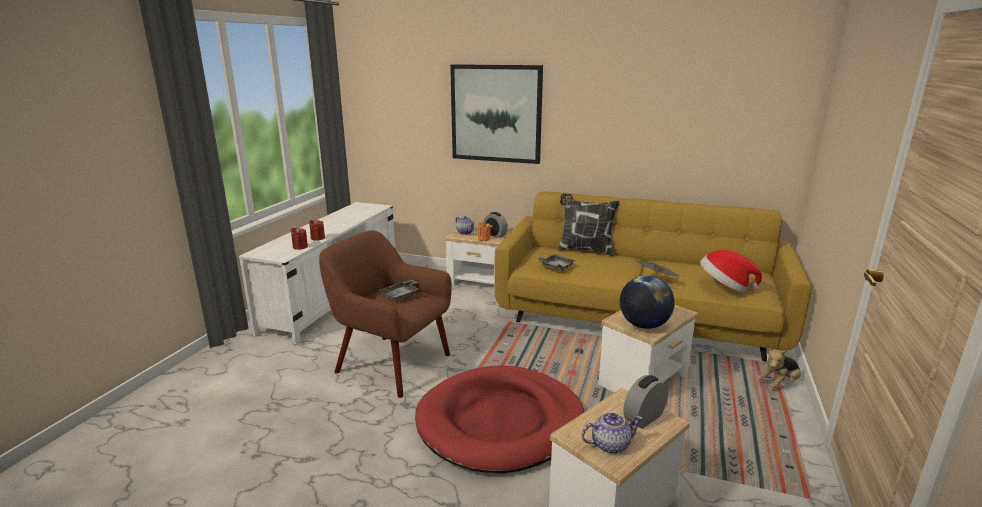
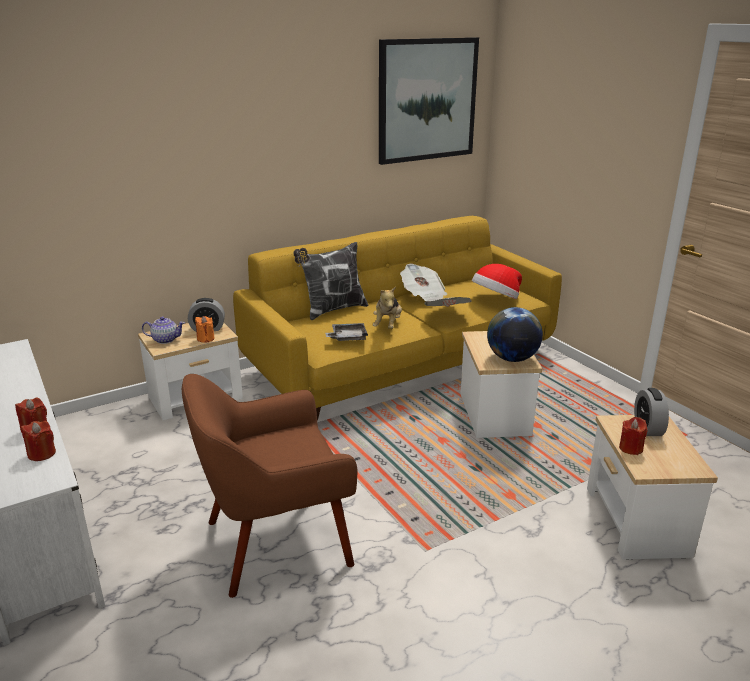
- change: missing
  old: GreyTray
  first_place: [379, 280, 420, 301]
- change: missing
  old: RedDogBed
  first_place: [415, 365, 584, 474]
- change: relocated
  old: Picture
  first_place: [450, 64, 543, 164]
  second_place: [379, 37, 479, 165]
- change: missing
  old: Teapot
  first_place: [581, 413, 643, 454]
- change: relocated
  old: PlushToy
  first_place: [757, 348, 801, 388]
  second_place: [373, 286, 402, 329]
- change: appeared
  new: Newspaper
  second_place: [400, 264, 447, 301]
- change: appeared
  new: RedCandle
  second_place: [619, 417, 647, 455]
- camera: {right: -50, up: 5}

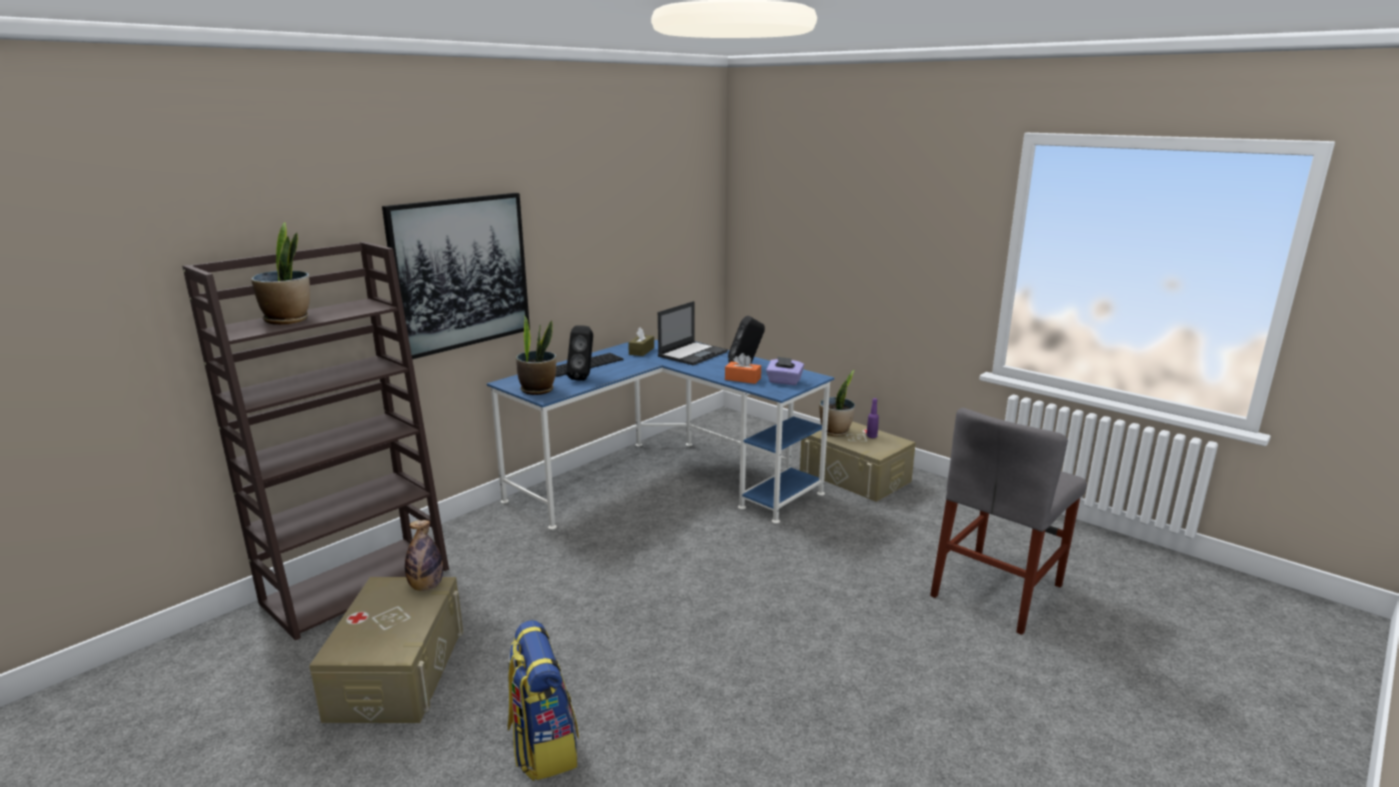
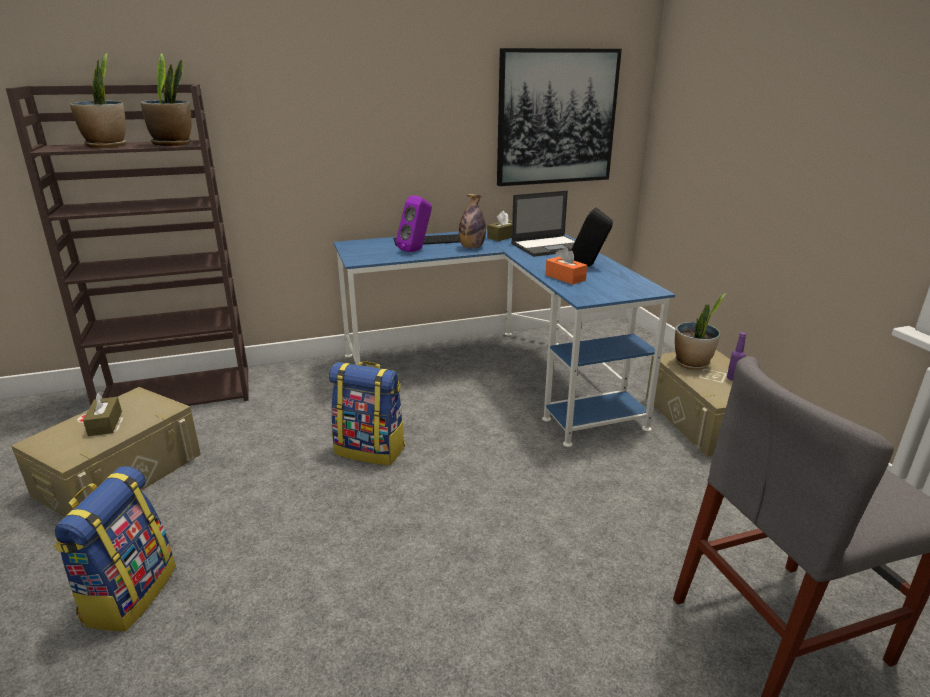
- change: relocated
  old: Picture
  first_place: [382, 193, 530, 359]
  second_place: [497, 48, 622, 186]
- change: relocated
  old: Bottle
  first_place: [405, 520, 443, 591]
  second_place: [459, 194, 486, 248]
- change: relocated
  old: PottedPlant
  first_place: [516, 315, 556, 395]
  second_place: [141, 53, 192, 146]
- change: colour
  old: BlackSpeaker
  new: PurpleSpeaker
  first_place: [566, 325, 593, 381]
  second_place: [396, 195, 432, 252]
- change: missing
  old: PurpleTissueBox
  first_place: [766, 356, 804, 385]
- change: appeared
  new: BrownTissueBox
  second_place: [83, 391, 122, 436]
- change: appeared
  new: Backpack
  second_place: [329, 361, 405, 465]
- camera: {right: 30, up: 5}

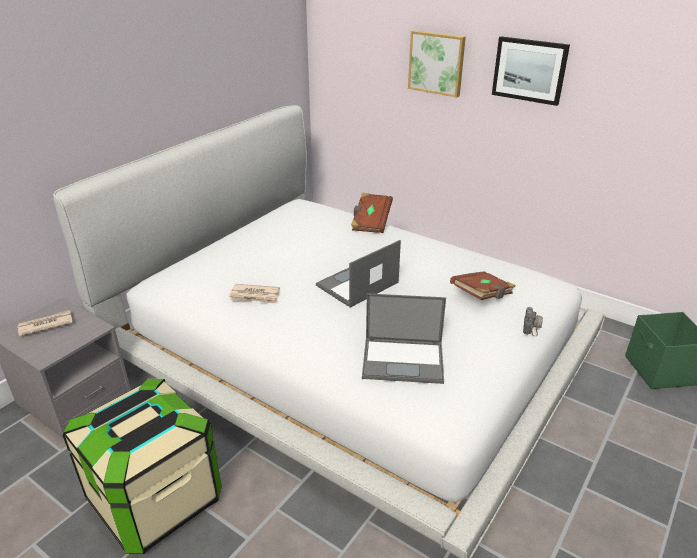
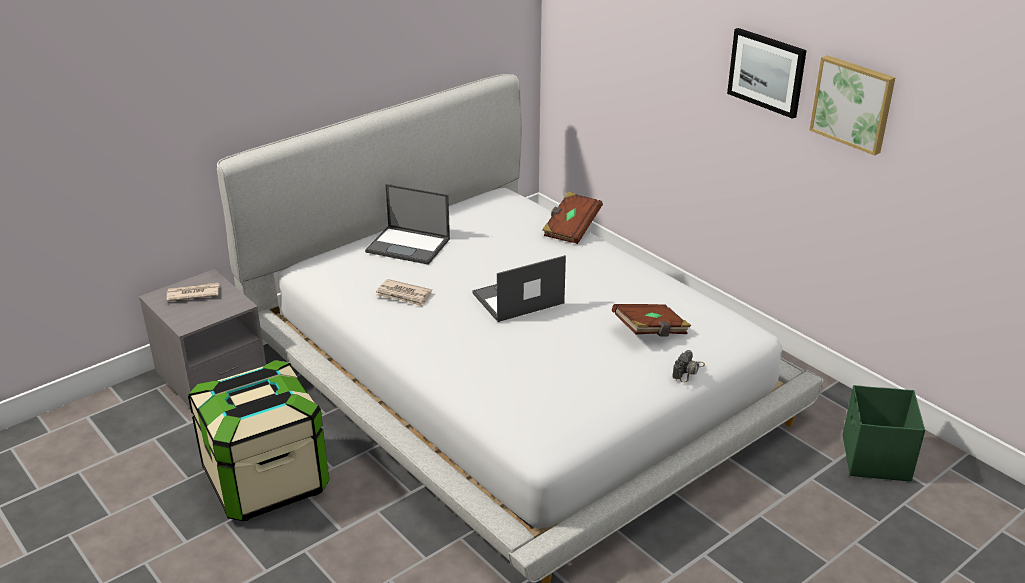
- change: relocated
  old: Laptop
  first_place: [362, 293, 446, 384]
  second_place: [365, 184, 450, 265]
- change: relocated
  old: Picture
  first_place: [408, 30, 466, 98]
  second_place: [810, 55, 895, 156]
- camera: {right: 15, up: 0}

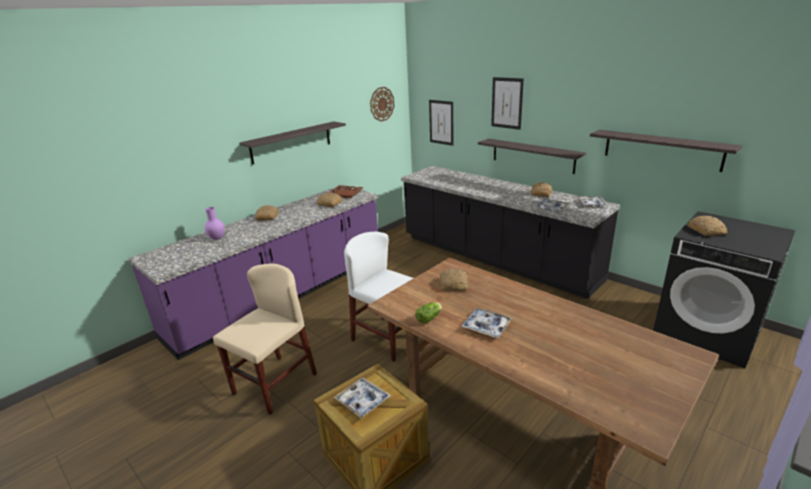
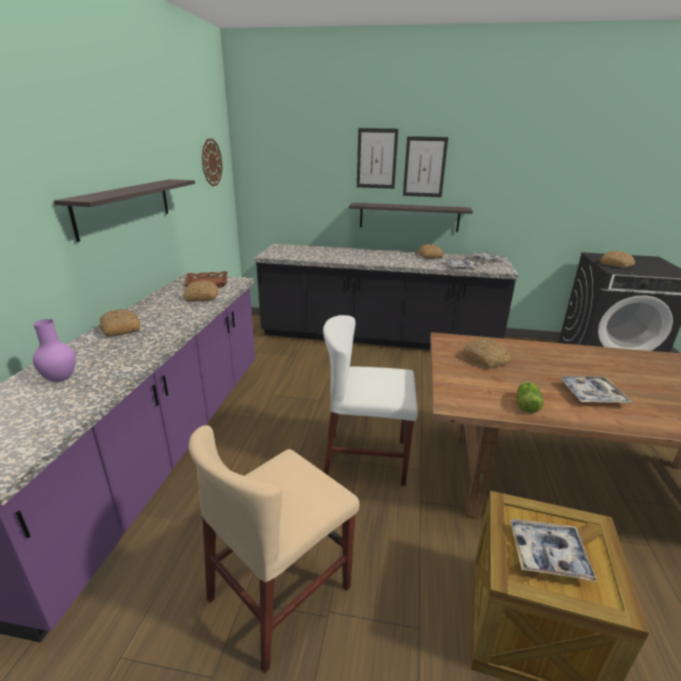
- change: spun
  old: BeigeChair
  first_place: [213, 263, 317, 415]
  second_place: [189, 425, 360, 673]
  degrees: -135
- change: relocated
  old: Picture
  first_place: [429, 100, 453, 146]
  second_place: [403, 136, 448, 197]
- change: missing
  old: Shelf
  first_place: [590, 130, 742, 172]
- camera: {right: -35, up: 0}

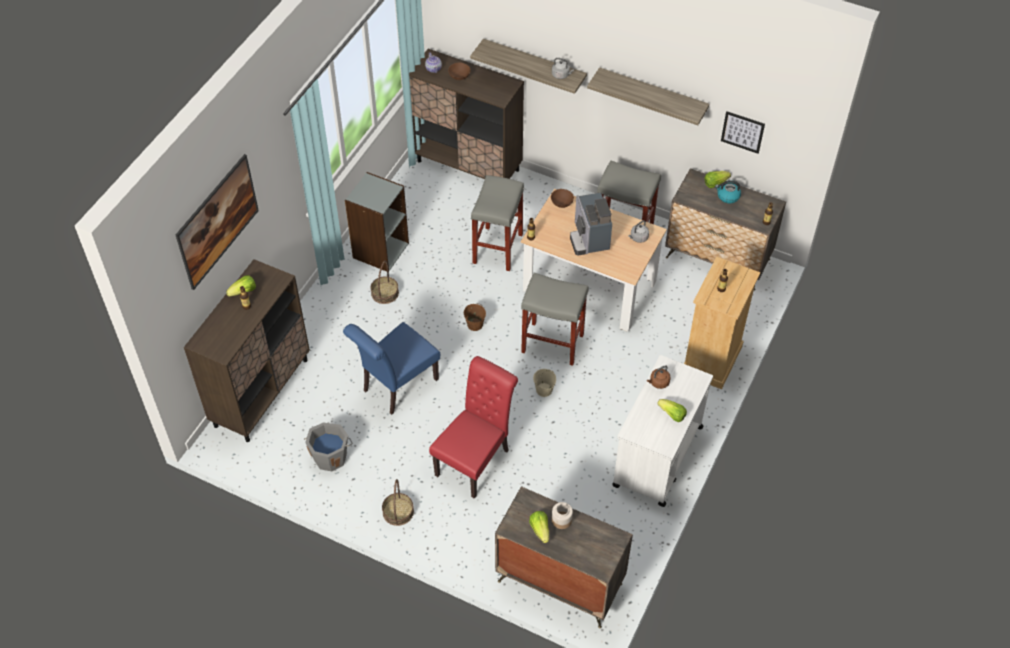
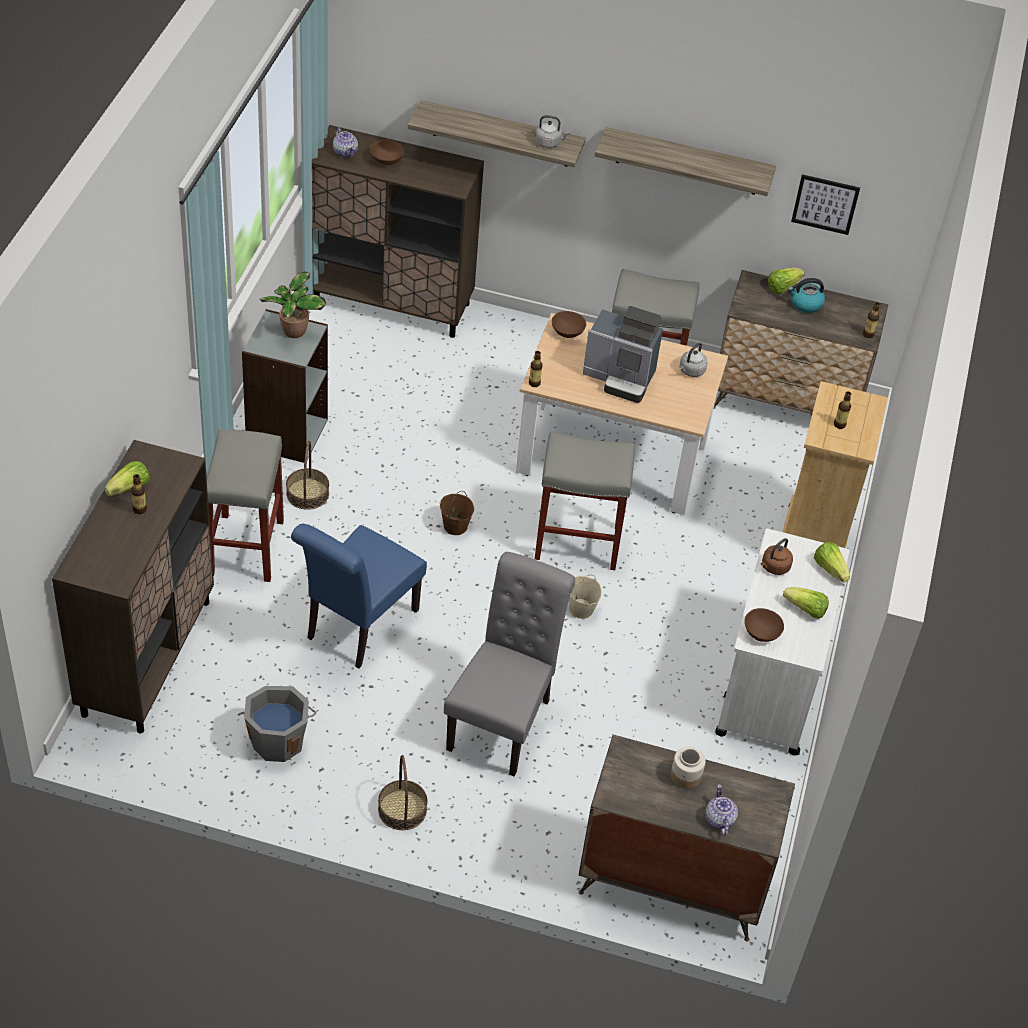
- change: missing
  old: Picture
  first_place: [176, 154, 259, 290]
- change: colour
  old: RedChair
  new: GreyChair
  first_place: [429, 356, 518, 499]
  second_place: [444, 552, 575, 777]
- change: relocated
  old: GreyStool
  first_place: [471, 175, 524, 271]
  second_place: [207, 429, 284, 582]
- change: relocated
  old: Lettuce
  first_place: [529, 511, 549, 543]
  second_place: [814, 542, 850, 582]
- change: spun
  old: CoffeeMachine
  first_place: [570, 193, 612, 255]
  second_place: [583, 306, 663, 403]
  degrees: -45
- change: appeared
  new: PottedPlant
  second_place: [260, 272, 326, 338]
- change: appeared
  new: Teapot
  second_place: [705, 784, 738, 836]
- change: appeared
  new: BrownBowl
  second_place: [744, 608, 784, 642]
- camera: {right: -15, up: -5}

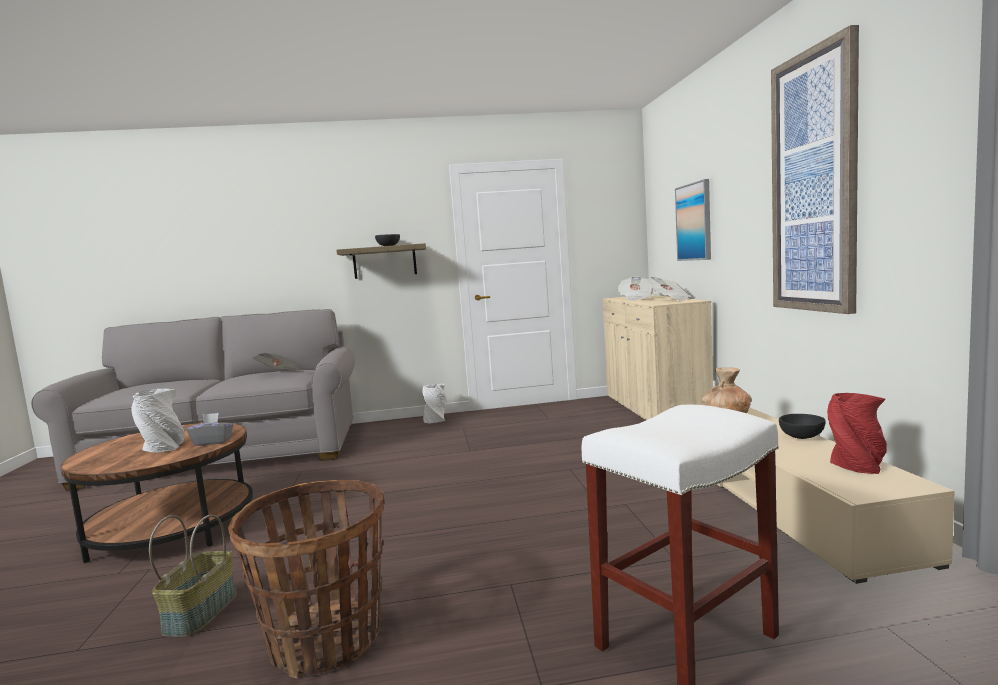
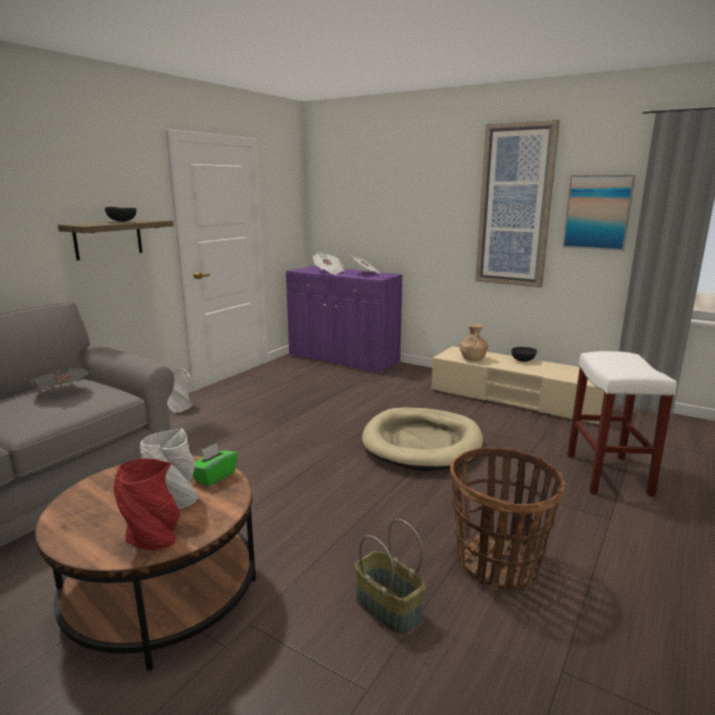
- change: colour
  old: GreyTissueBox
  new: GreenTissueBox
  first_place: [187, 413, 233, 446]
  second_place: [193, 443, 238, 486]
- change: colour
  old: BeigeCabinet
  new: PurpleCabinet
  first_place: [602, 295, 713, 420]
  second_place: [286, 266, 403, 374]
- change: relocated
  old: Picture
  first_place: [675, 179, 711, 261]
  second_place: [563, 175, 635, 251]
- change: relocated
  old: RedVase
  first_place: [827, 393, 887, 474]
  second_place: [113, 458, 180, 550]
- change: appeared
  new: BeigeDogBed
  second_place: [362, 408, 483, 471]
- camera: {right: -50, up: 10}

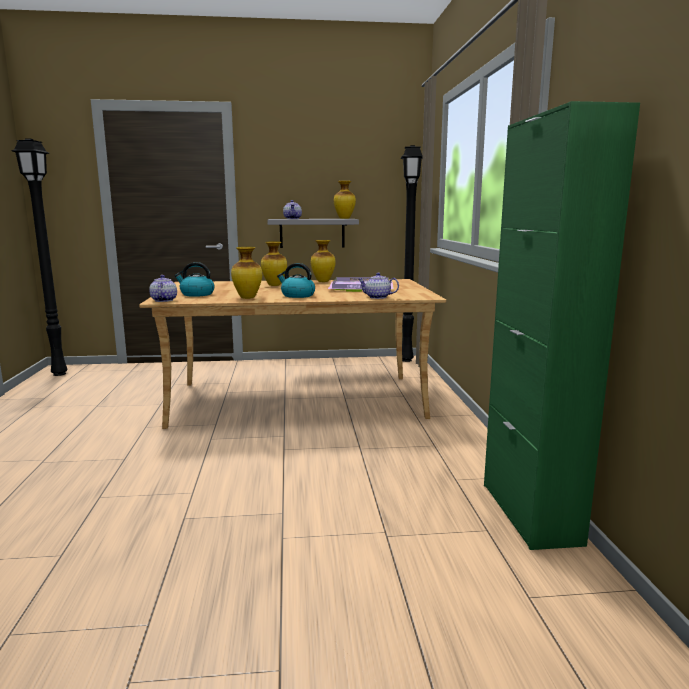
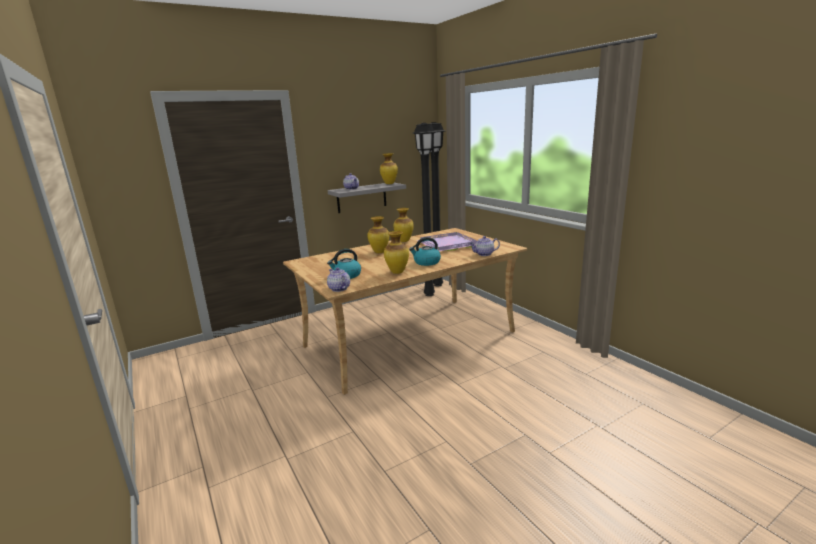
- change: relocated
  old: BlackFloorLamp
  first_place: [11, 138, 68, 376]
  second_place: [413, 123, 436, 296]
- change: missing
  old: GreenCabinet
  first_place: [484, 101, 640, 550]
- camera: {right: -25, up: 5}

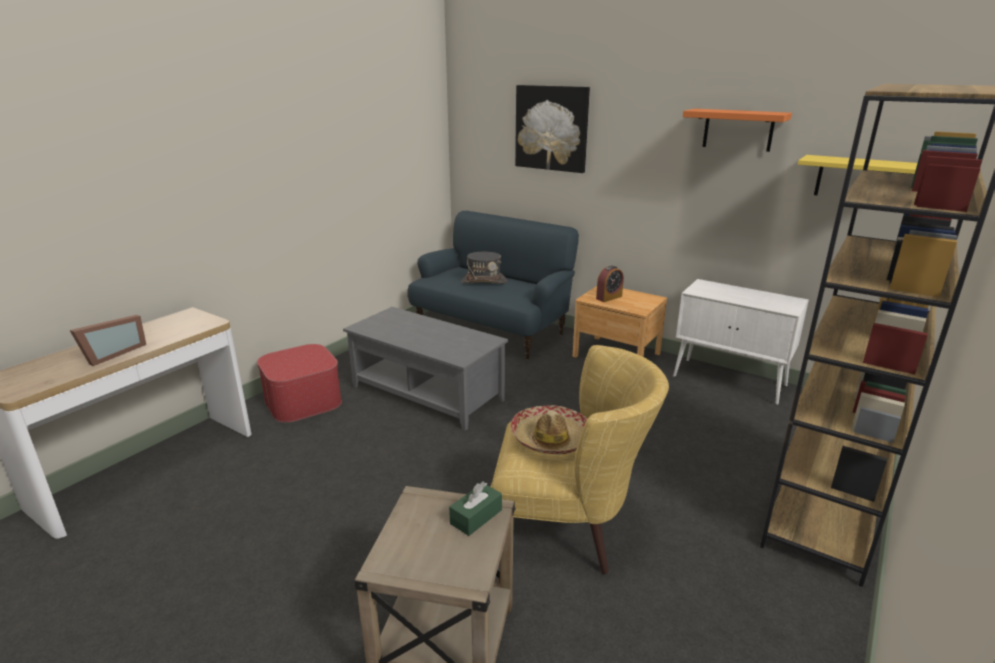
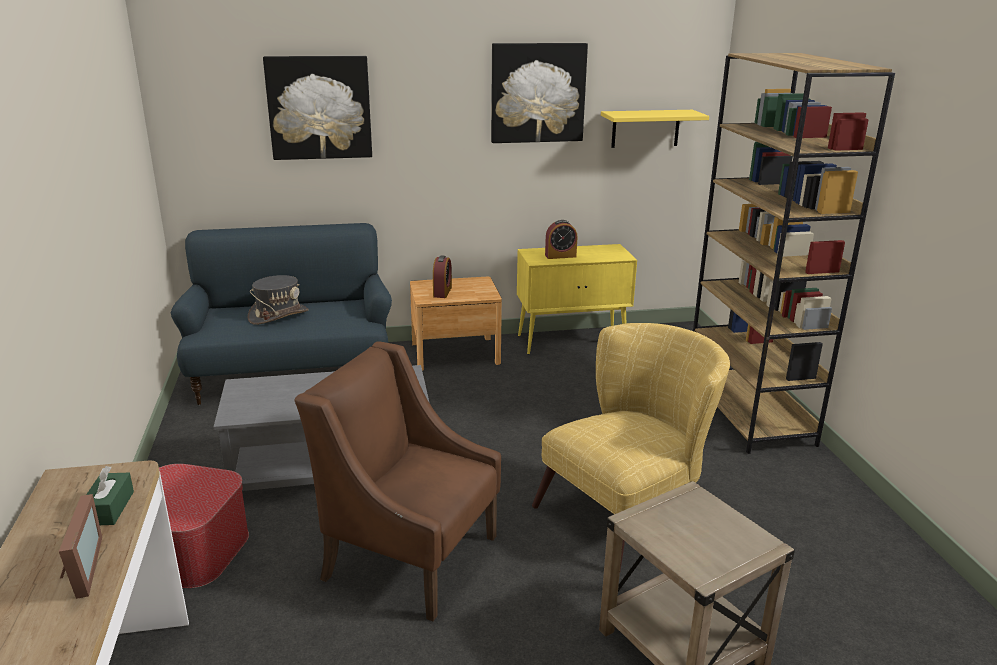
- change: relocated
  old: GreenTissueBox
  first_place: [449, 482, 502, 536]
  second_place: [86, 466, 134, 525]
- change: missing
  old: Hat
  first_place: [510, 405, 587, 454]
- change: colour
  old: WhiteCabinet
  new: YellowCabinet
  first_place: [673, 279, 809, 405]
  second_place: [517, 244, 637, 355]
- change: exchanged
  old: OrangeShelf
  new: Picture
  first_place: [683, 109, 792, 152]
  second_place: [491, 43, 588, 143]
- change: appeared
  new: BrownArmchair
  second_place: [294, 341, 501, 621]
- change: appeared
  new: AlarmClock
  second_place: [545, 220, 577, 259]
- camera: {right: -45, up: 0}

